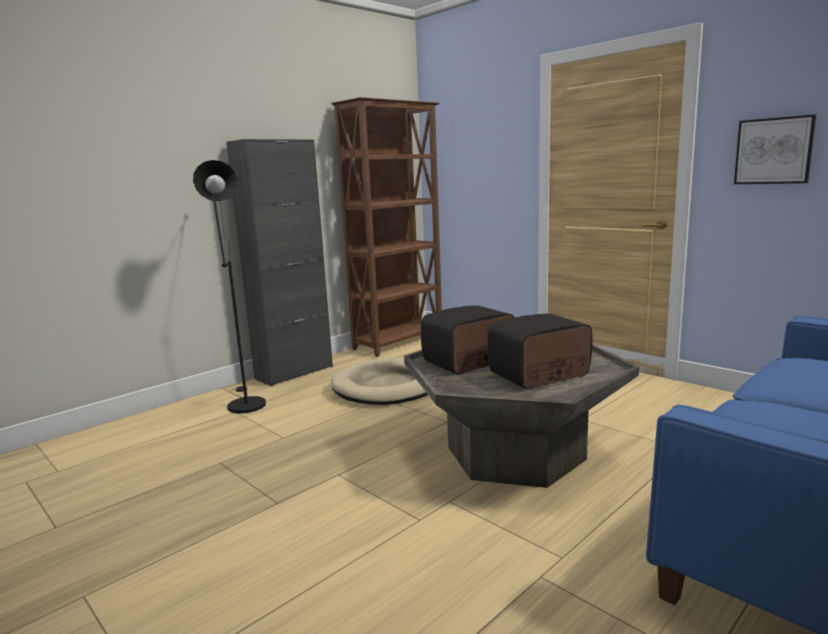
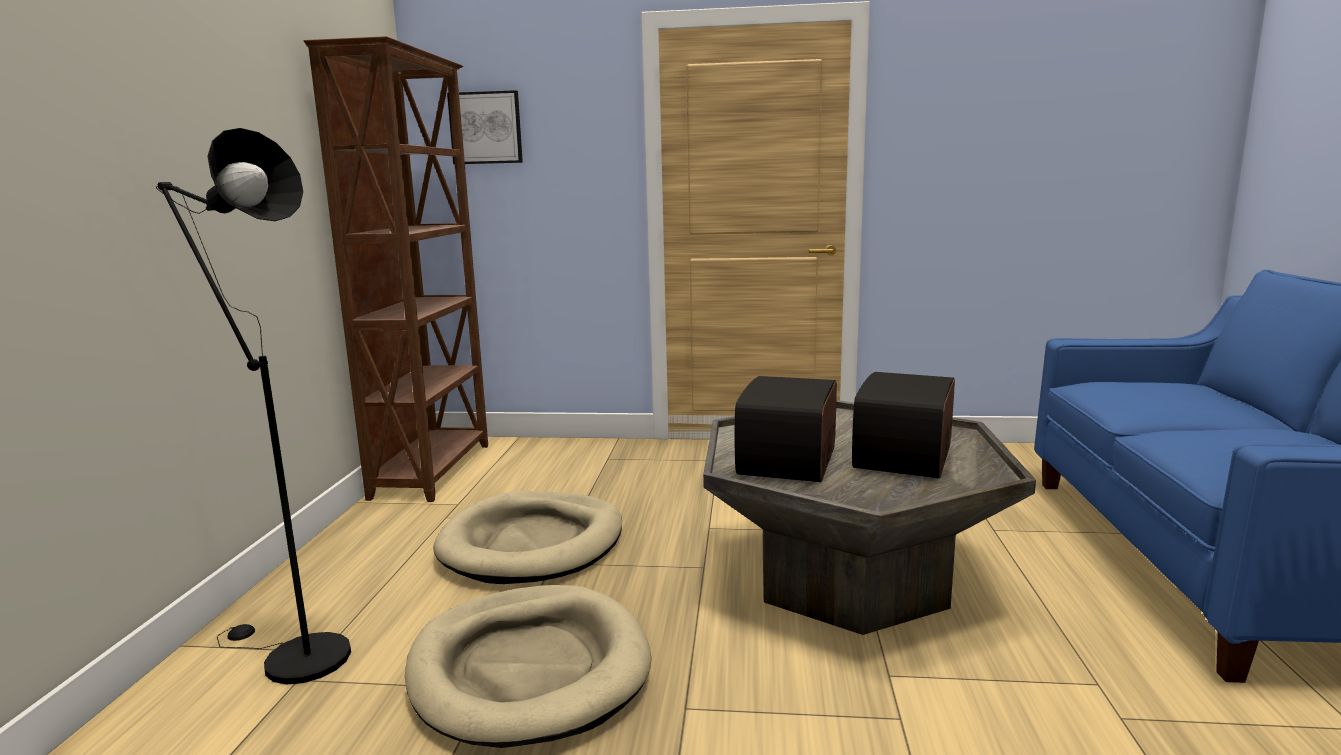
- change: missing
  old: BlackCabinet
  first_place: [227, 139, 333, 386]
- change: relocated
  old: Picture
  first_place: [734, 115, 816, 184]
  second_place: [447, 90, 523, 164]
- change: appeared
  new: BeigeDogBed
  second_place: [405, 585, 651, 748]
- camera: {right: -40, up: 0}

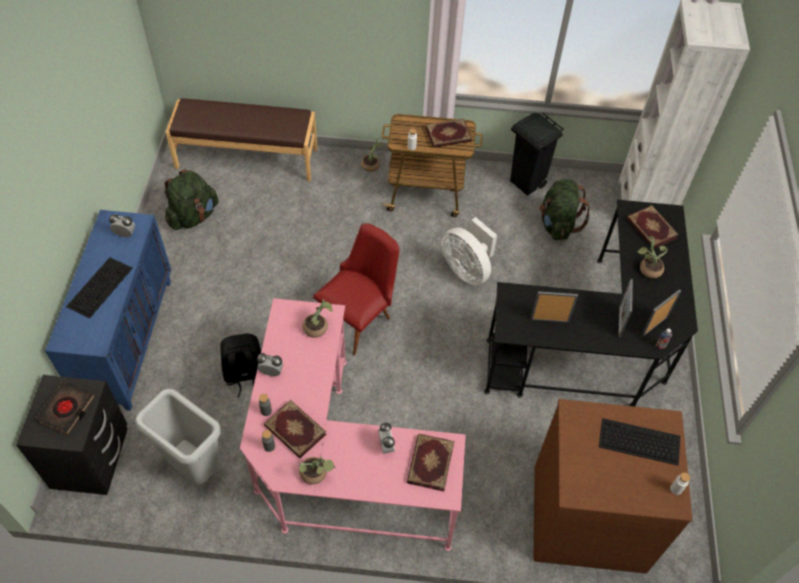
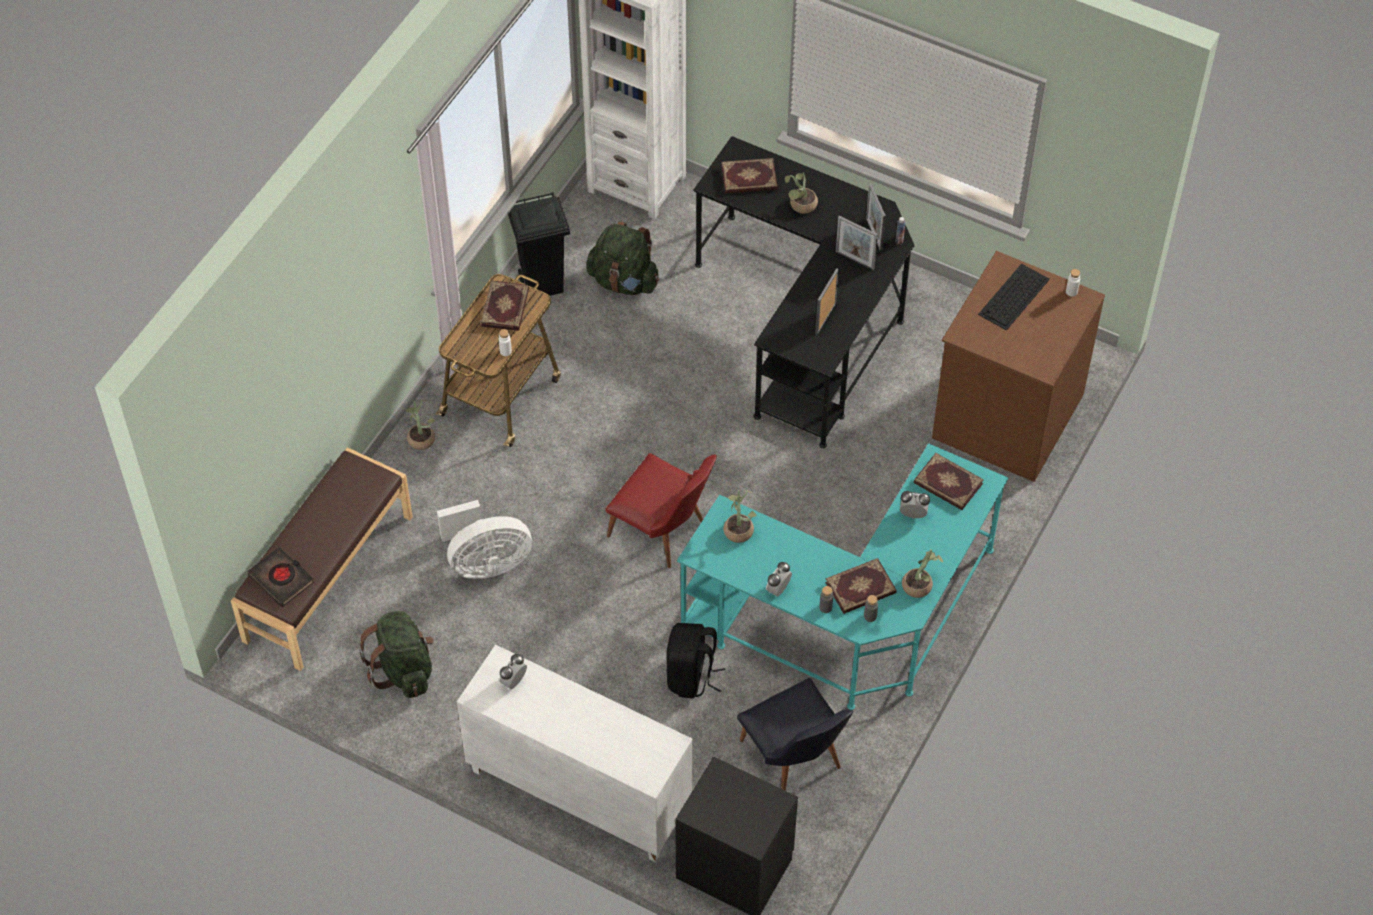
- change: relocated
  old: BlackBook
  first_place: [35, 381, 96, 435]
  second_place: [248, 547, 314, 607]
- change: colour
  old: BlueCabinet
  new: WhiteCabinet
  first_place: [45, 210, 171, 411]
  second_place: [457, 645, 693, 862]
- change: missing
  old: Keyboard
  first_place: [66, 257, 133, 318]
- change: exchanged
  old: GreyTrashCan
  new: BlackChair
  first_place: [135, 389, 221, 484]
  second_place: [737, 678, 853, 791]
- change: colour
  old: PinkDesk
  new: TurquoiseDesk
  first_place: [240, 298, 466, 551]
  second_place: [677, 443, 1008, 710]
- change: spun
  old: RedChair
  first_place: [313, 223, 400, 355]
  second_place: [605, 453, 717, 568]
  degrees: 150
- change: relocated
  old: WhiteFan
  first_place: [441, 217, 497, 285]
  second_place: [437, 500, 532, 579]
- camera: {right: -65, up: 0}

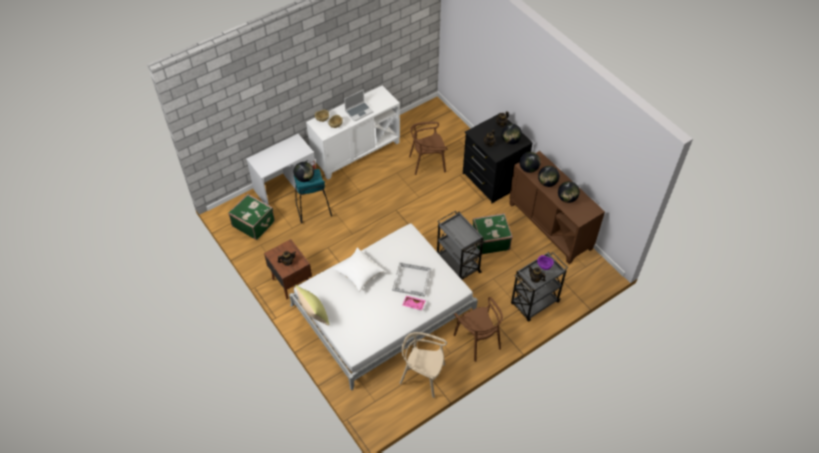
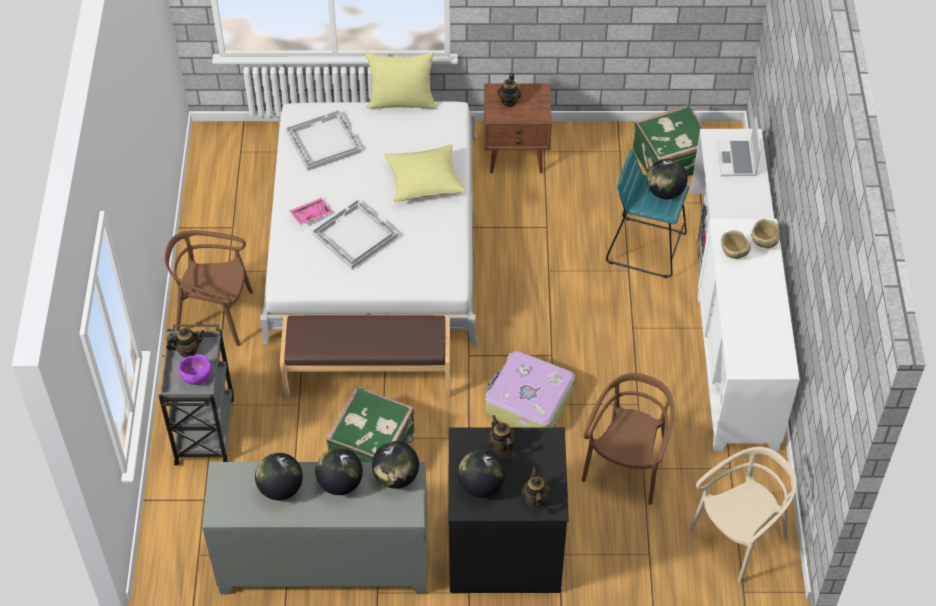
- change: colour
  old: WhitePillow
  new: YellowPillow
  first_place: [333, 247, 385, 292]
  second_place: [384, 144, 466, 201]
- change: relocated
  old: Laptop
  first_place: [344, 89, 374, 121]
  second_place: [717, 117, 761, 176]
- change: relocated
  old: BeigeChair
  first_place: [400, 332, 447, 398]
  second_place: [689, 447, 797, 583]
- change: exchanged
  old: GreyCart
  new: BrownBench
  first_place: [437, 211, 485, 280]
  second_place: [280, 315, 450, 398]
- change: colour
  old: BrownCabinet
  new: GreyCabinet
  first_place: [509, 151, 605, 264]
  second_place: [202, 462, 428, 595]
- change: appeared
  new: WhiteTray
  second_place: [286, 110, 362, 171]
- change: appeared
  new: Suitcase
  second_place: [485, 351, 575, 427]
- camera: {right: 125, up: 0}

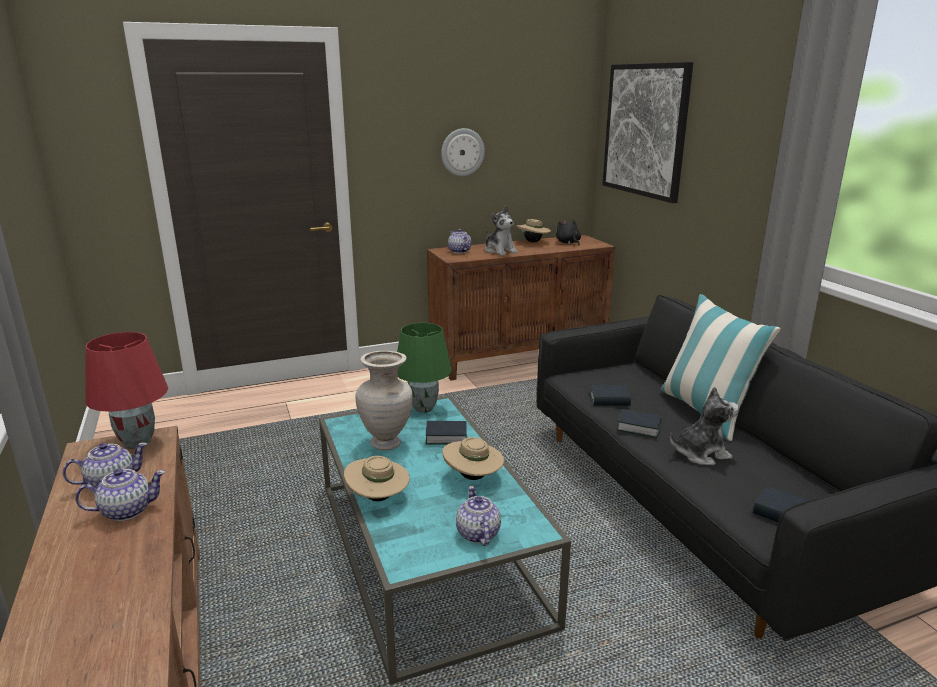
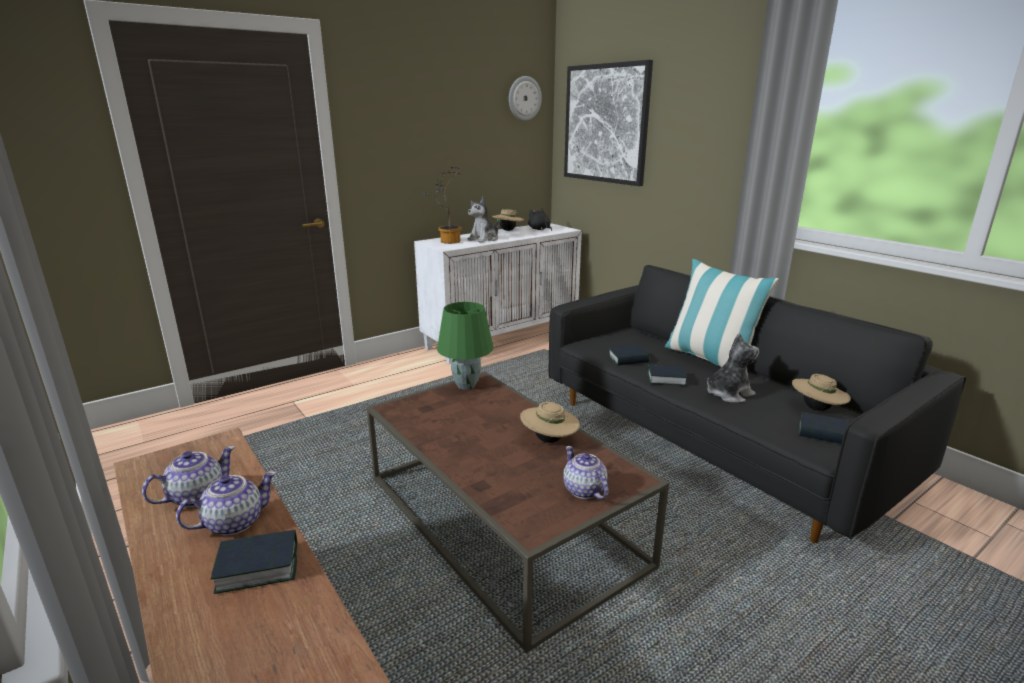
- change: missing
  old: RedTableLamp
  first_place: [85, 332, 168, 449]
- change: colour
  old: TurquoiseCoffeeTable
  new: BrownCoffeeTable
  first_place: [319, 396, 571, 684]
  second_place: [367, 372, 669, 653]
- change: relocated
  old: BeigeHat
  first_place: [344, 456, 410, 501]
  second_place: [792, 374, 851, 411]
- change: missing
  old: BeigeVase
  first_place: [356, 351, 413, 450]
- change: relocated
  old: Book
  first_place: [426, 421, 467, 445]
  second_place: [211, 530, 297, 594]
- change: colour
  old: BrownCabinet
  new: WhiteCabinet
  first_place: [427, 235, 615, 380]
  second_place: [414, 223, 582, 364]
- change: relocated
  old: WallClock
  first_place: [441, 128, 485, 176]
  second_place: [509, 76, 542, 121]
- change: exchanged
  old: Teapot
  new: PottedPlant
  first_place: [448, 229, 472, 253]
  second_place: [421, 167, 462, 244]
- change: spun
  old: PlushToy
  first_place: [485, 206, 518, 255]
  second_place: [468, 196, 499, 242]
  degrees: 90
- camera: {right: -15, up: 0}

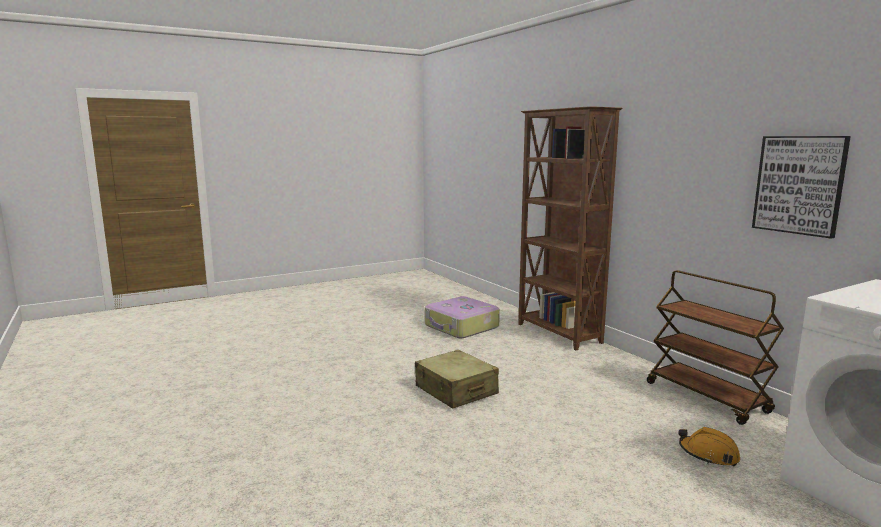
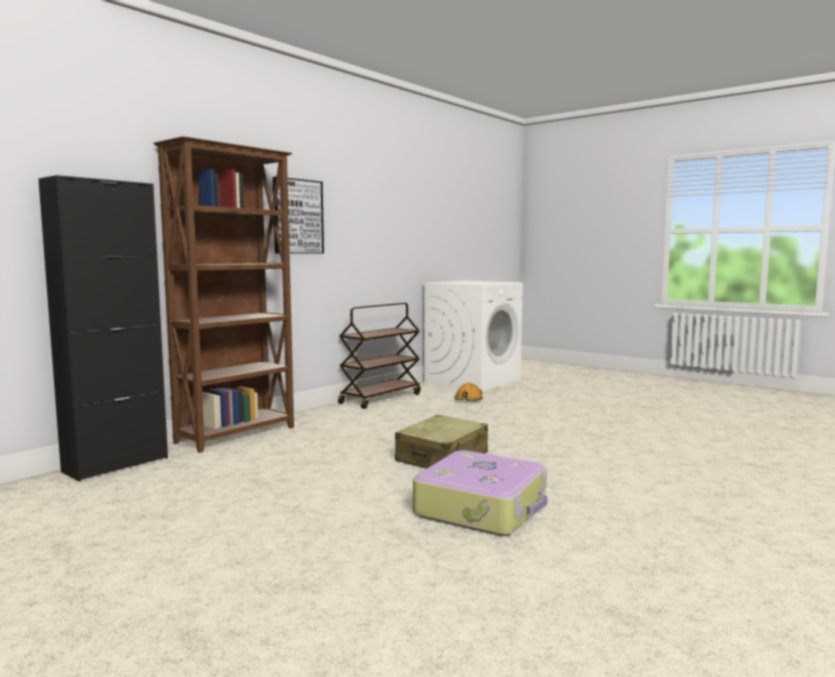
- change: relocated
  old: Suitcase
  first_place: [425, 296, 500, 338]
  second_place: [413, 450, 548, 536]
- change: relocated
  old: Picture
  first_place: [752, 136, 851, 238]
  second_place: [273, 177, 324, 254]
- change: appeared
  new: BlackCabinet
  second_place: [38, 175, 168, 481]
- camera: {right: -110, up: -5}

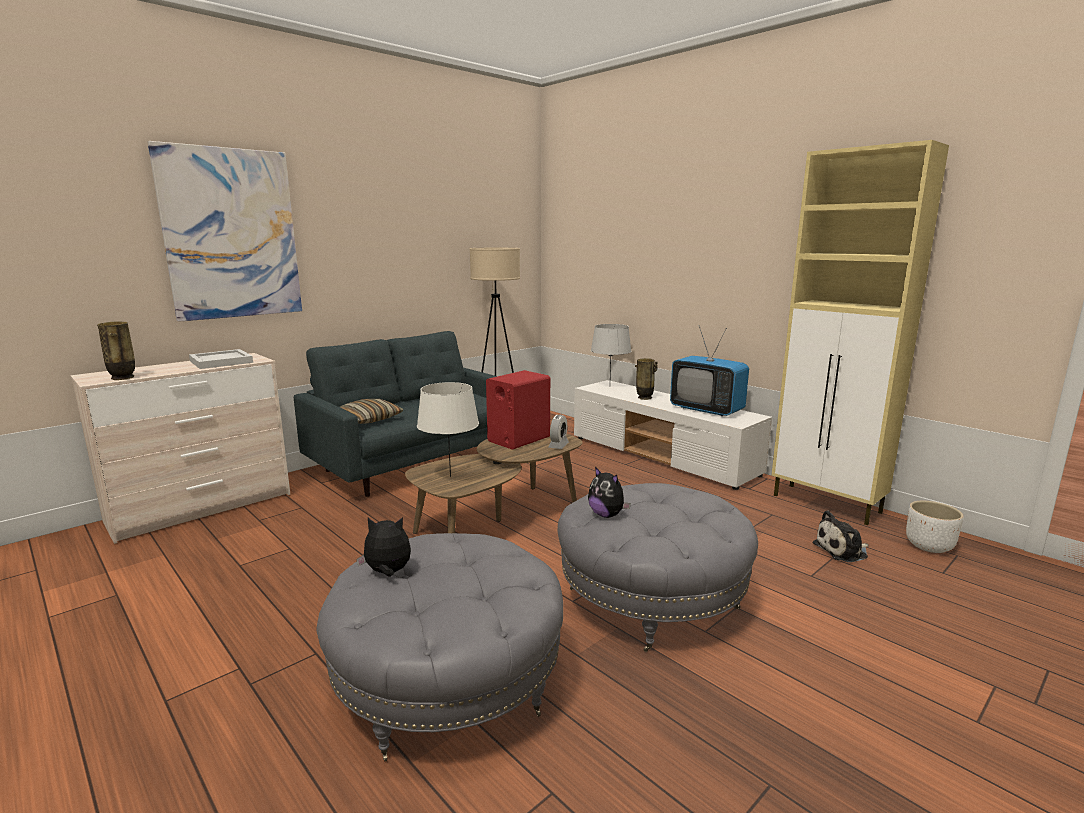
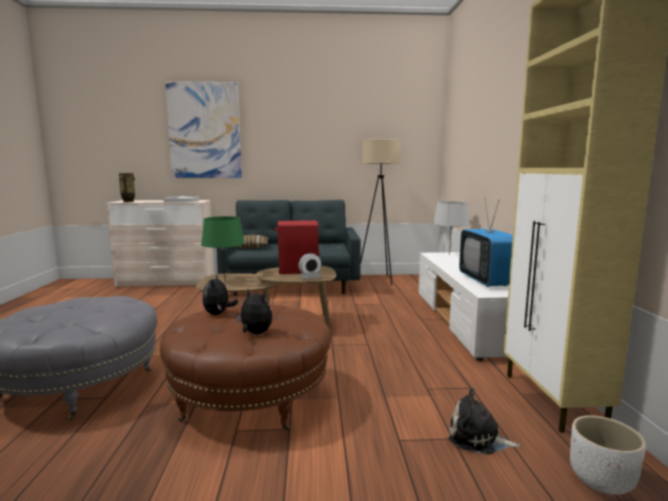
- change: relocated
  old: PlushToy
  first_place: [356, 517, 411, 577]
  second_place: [236, 289, 272, 334]
- change: colour
  old: WhiteTableLamp
  new: GreenTableLamp
  first_place: [417, 382, 479, 477]
  second_place: [201, 216, 245, 276]
- change: colour
  old: GreyOttoman
  new: BrownOttoman
  first_place: [557, 483, 758, 652]
  second_place: [160, 303, 331, 431]
- change: missing
  old: Vase
  first_place: [635, 358, 658, 400]
- camera: {right: 40, up: -5}

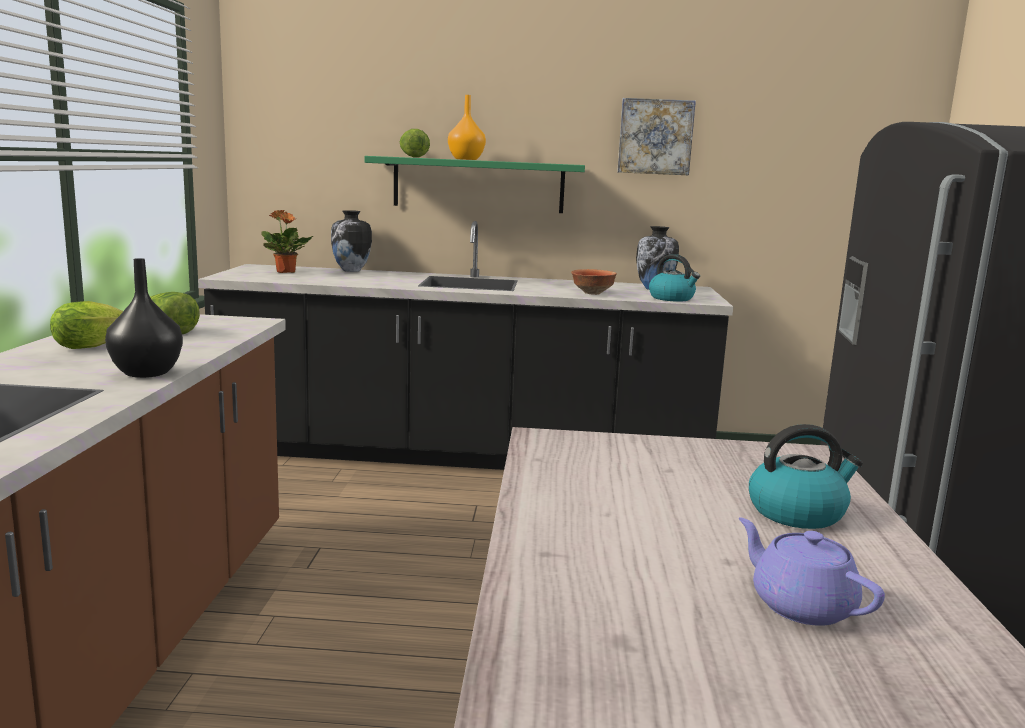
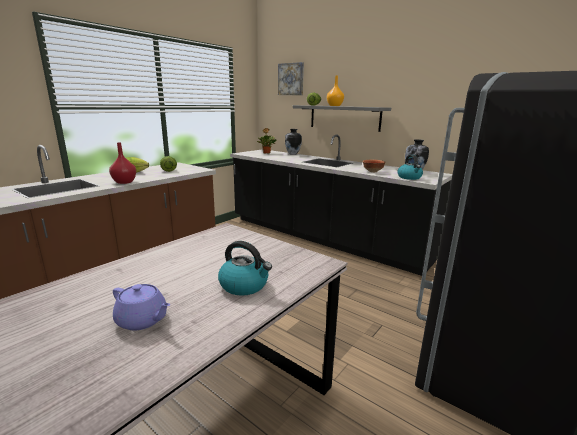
- change: colour
  old: BlackVase
  new: RedVase
  first_place: [105, 258, 183, 378]
  second_place: [109, 142, 136, 184]
- change: colour
  old: GreenShelf
  new: GreyShelf
  first_place: [364, 156, 585, 213]
  second_place: [293, 105, 391, 132]
- change: relocated
  old: Picture
  first_place: [617, 98, 696, 175]
  second_place: [278, 62, 304, 95]
- change: spun
  old: PurpleTeapot
  first_place: [739, 517, 885, 626]
  second_place: [113, 284, 170, 330]
  degrees: 120
- camera: {right: 35, up: 5}

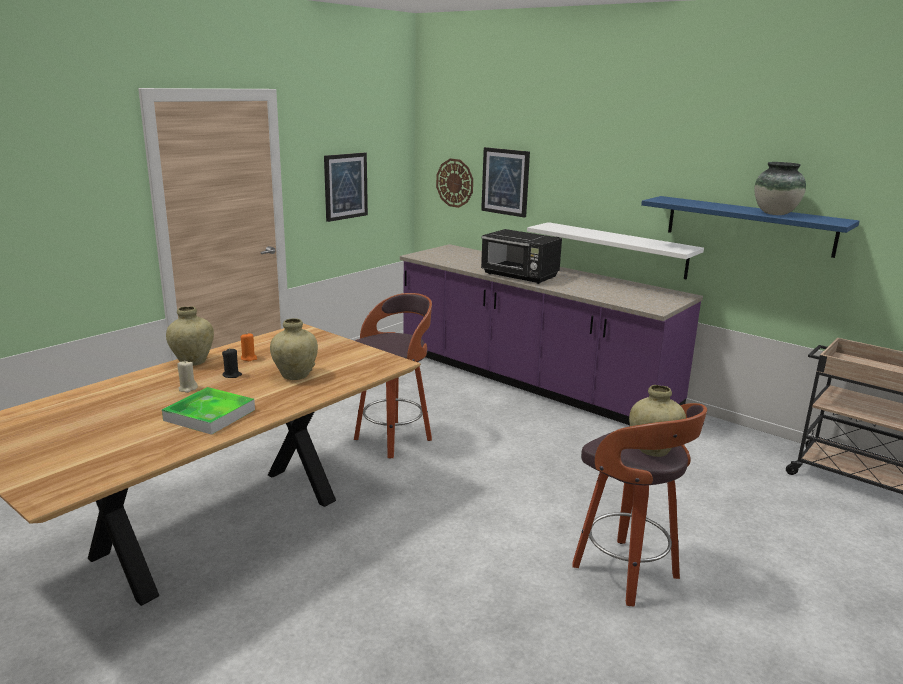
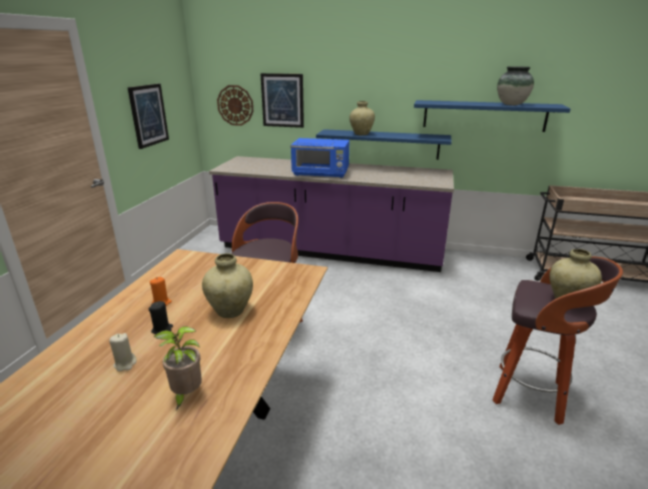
- change: exchanged
  old: Tray
  new: PottedPlant
  first_place: [162, 387, 255, 435]
  second_place: [154, 326, 202, 410]
- change: relocated
  old: BeigeVase
  first_place: [166, 306, 214, 366]
  second_place: [349, 101, 375, 135]
- change: colour
  old: BlackMicrowave
  new: BlueMicrowave
  first_place: [481, 229, 562, 284]
  second_place: [290, 138, 350, 178]
- change: colour
  old: WhiteShelf
  new: BlueShelf
  first_place: [527, 222, 704, 280]
  second_place: [316, 129, 452, 160]
- camera: {right: -25, up: 5}

